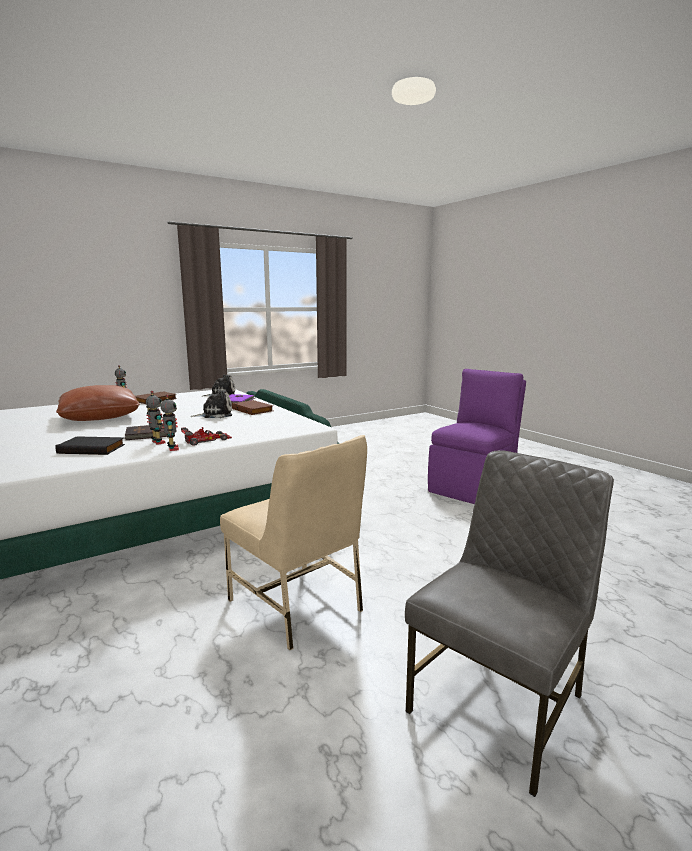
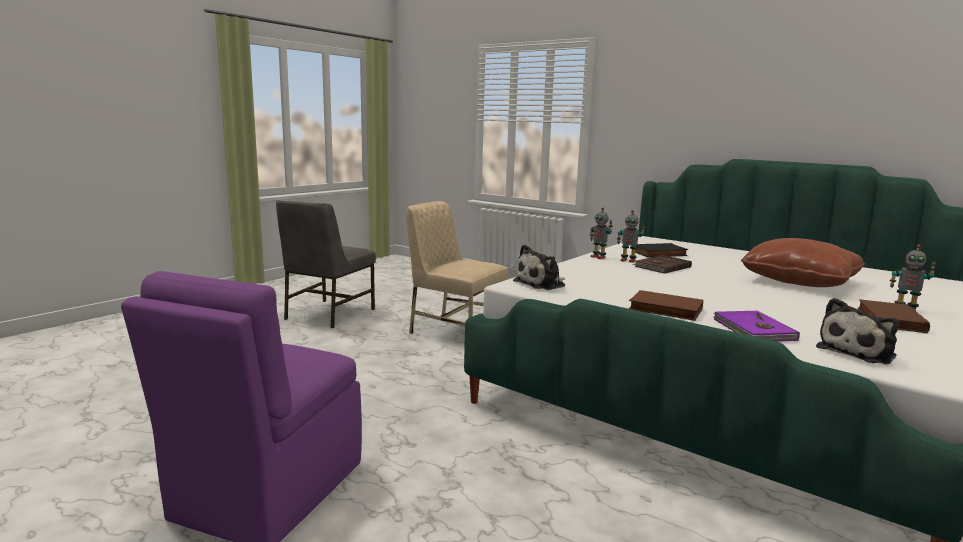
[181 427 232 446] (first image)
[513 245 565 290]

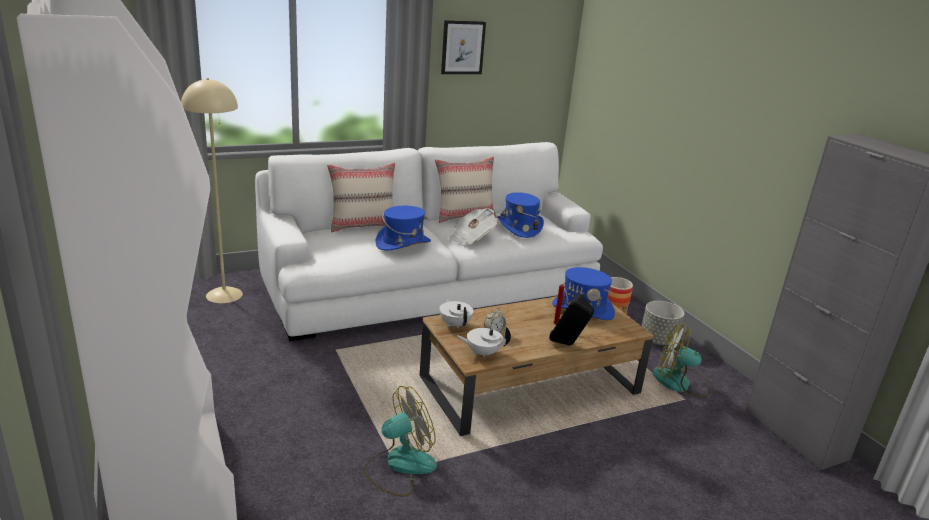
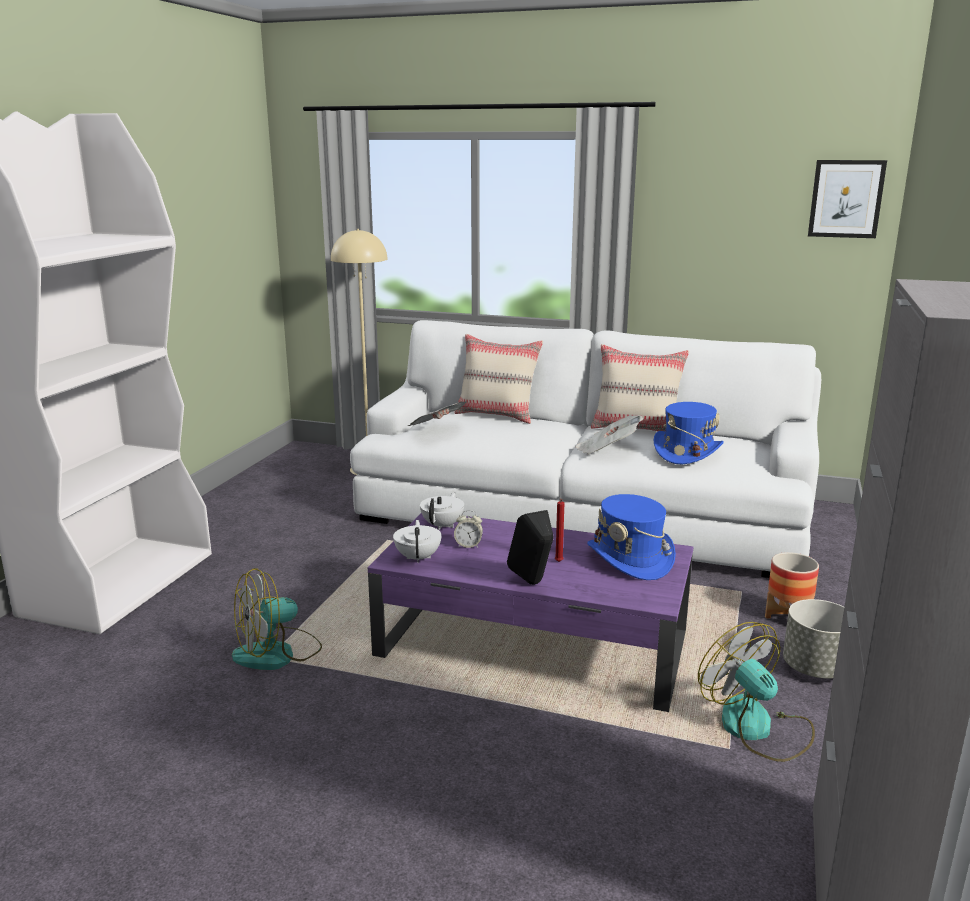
[232 568 322 670]
[375 206 431 251] (first image)
[368 513 693 712]
[808 160 887 238]
[393 520 441 563]
[408 401 467 426]

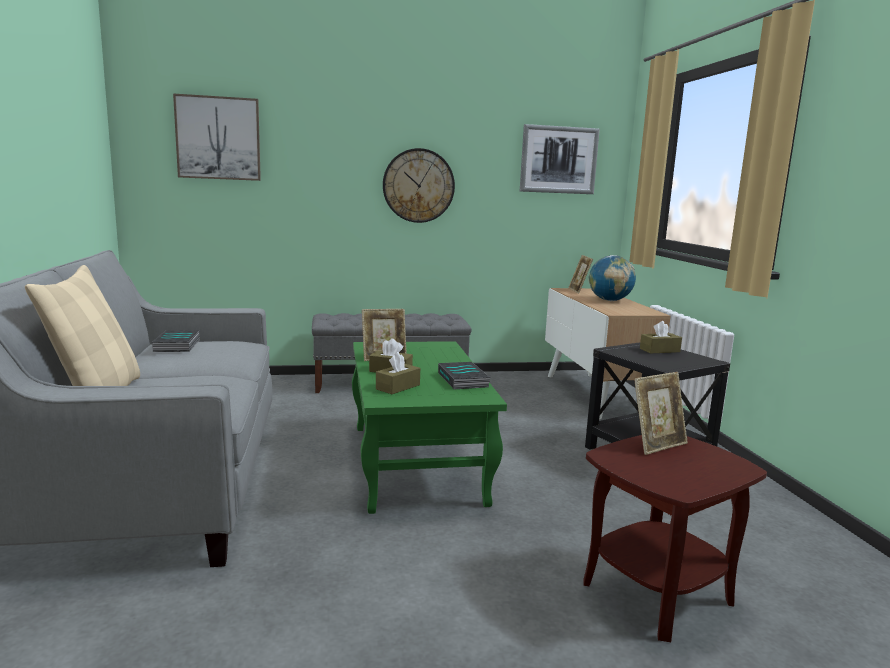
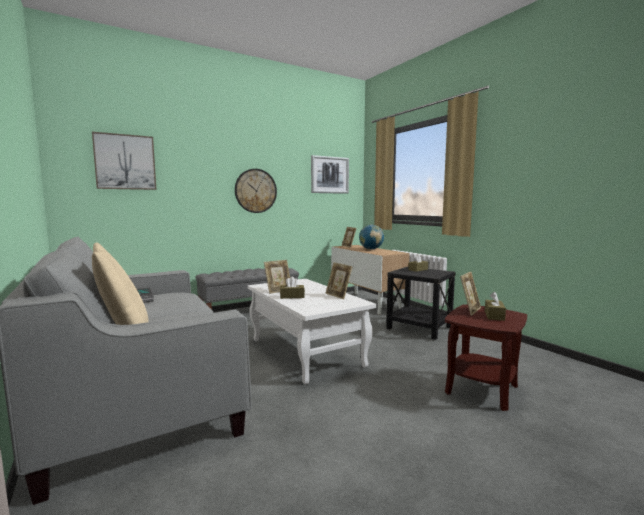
[248 279 376 385]
[485 292 506 321]
[325 262 353 299]

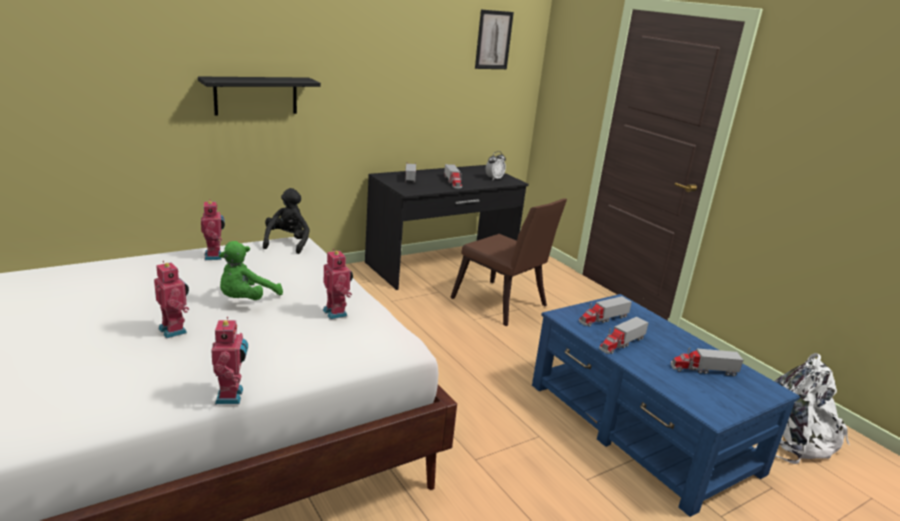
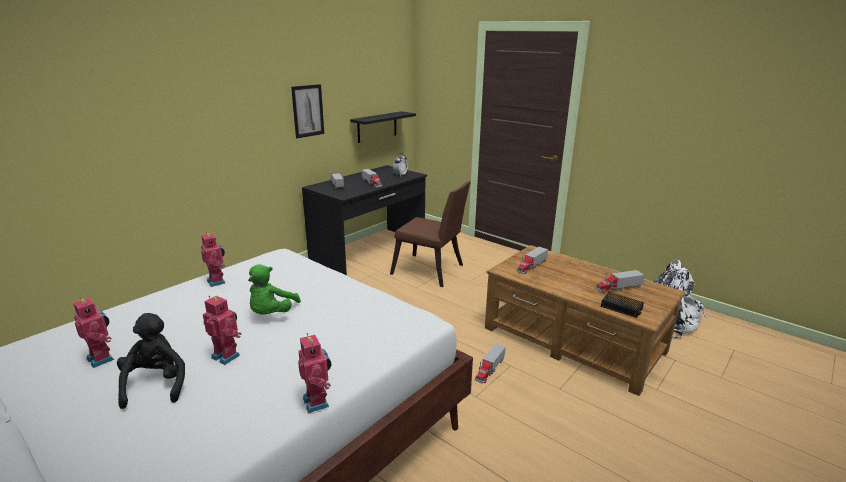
[350 111 416 143]
[117 313 185 409]
[73 297 114 368]
[291 84 324 138]
[485 245 685 396]
[475 344 505 383]
[601 292 644 318]

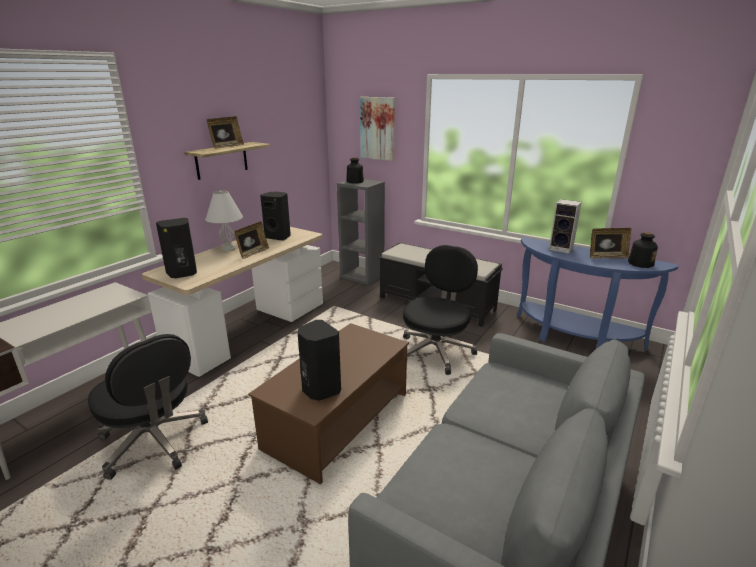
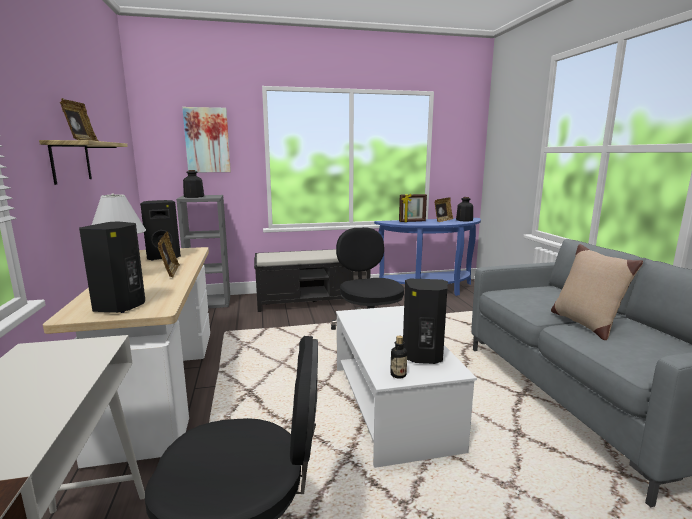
[336 306 477 468]
[399 194 427 222]
[390 336 407 379]
[551 244 643 340]

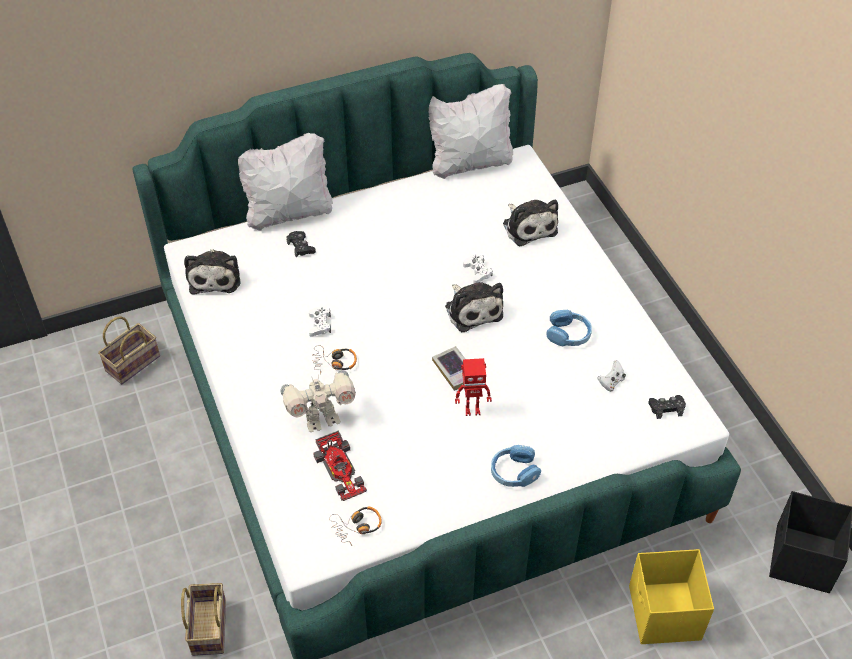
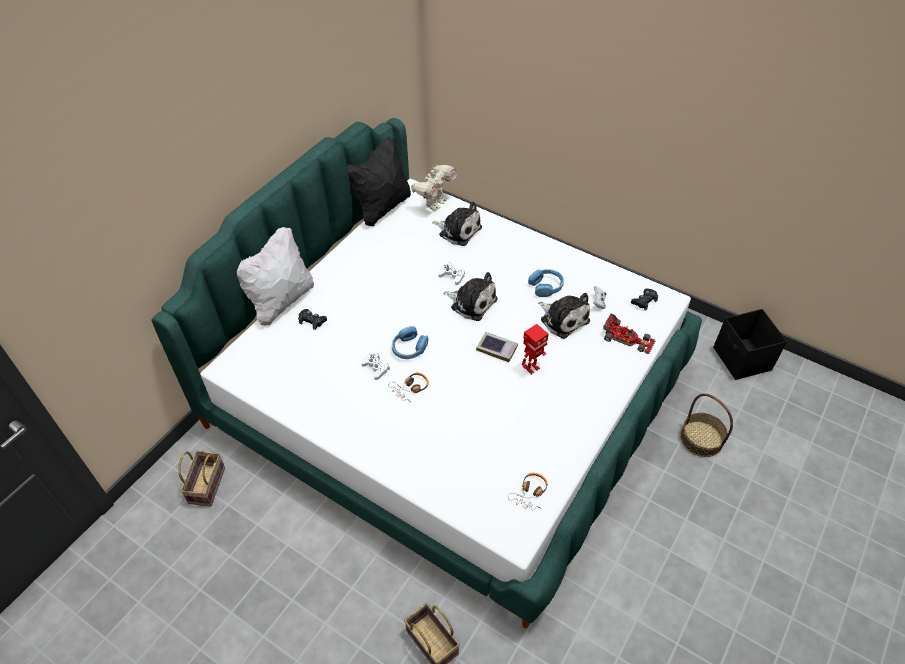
[538 293 590 339]
[411 165 457 211]
[603 314 655 354]
[347 136 411 226]
[392 326 428 359]
[680 393 733 457]

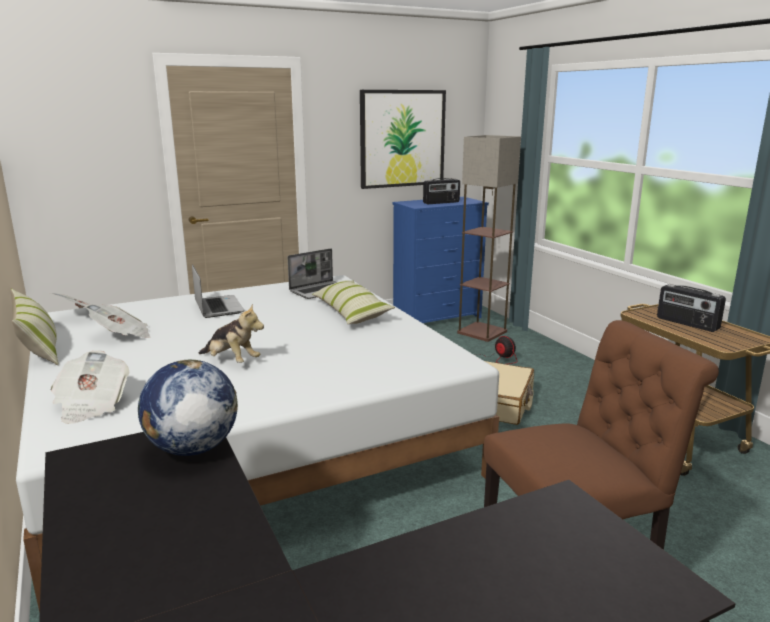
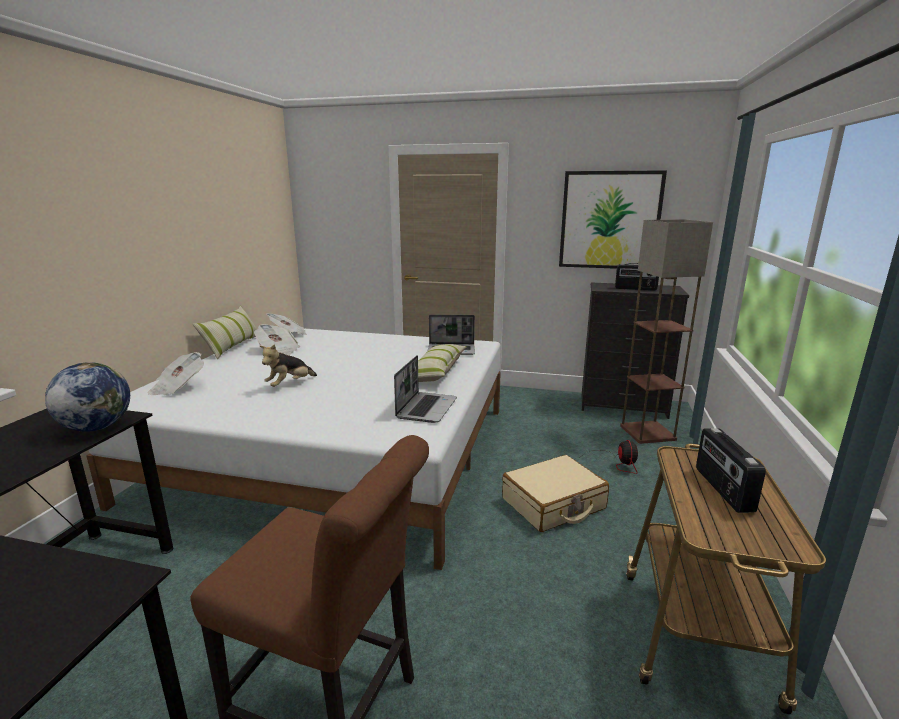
[394 355 457 423]
[260 344 317 387]
[582 282 689 419]

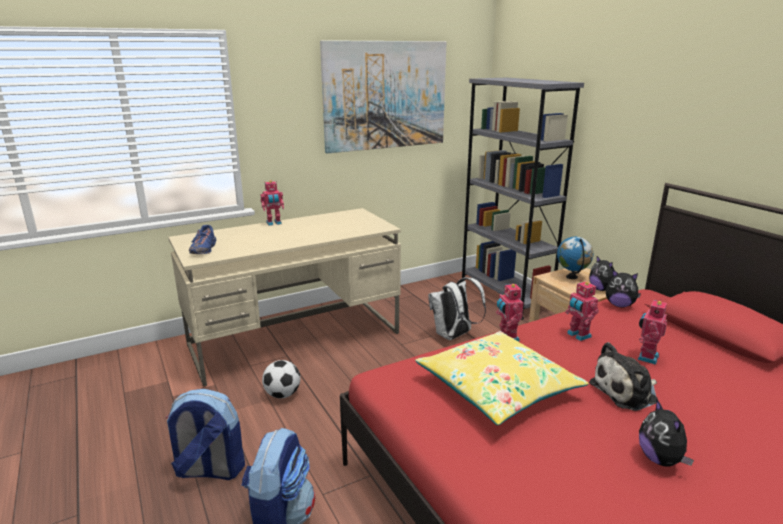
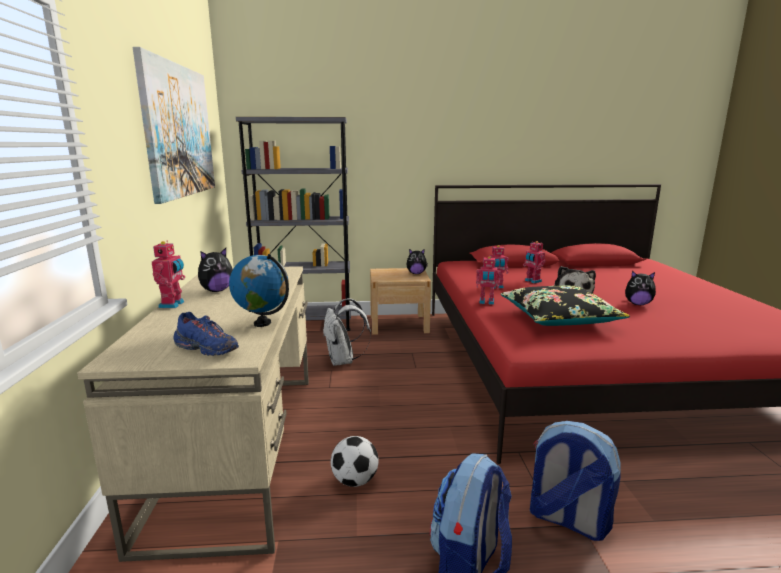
[501 285 630 326]
[229 254 289 327]
[198 248 233 292]

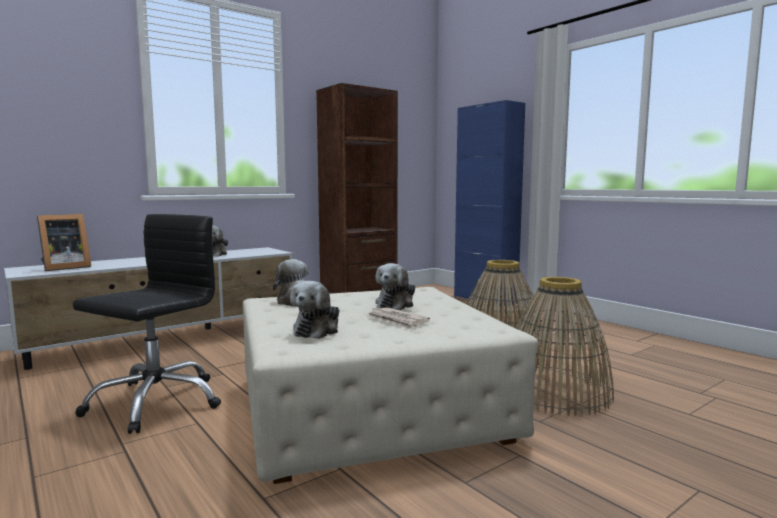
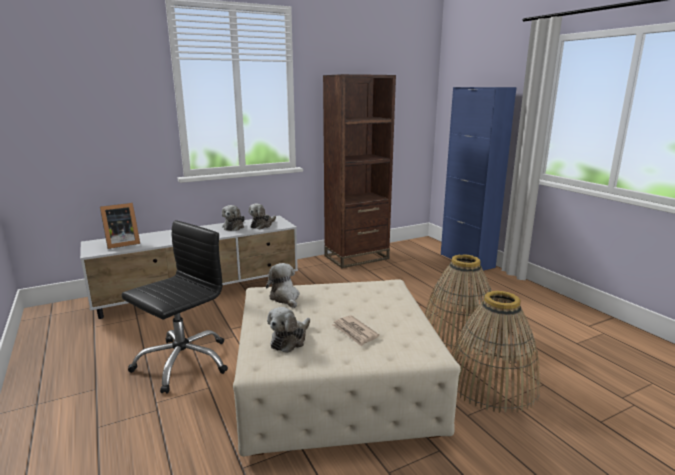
[248 203 276 229]

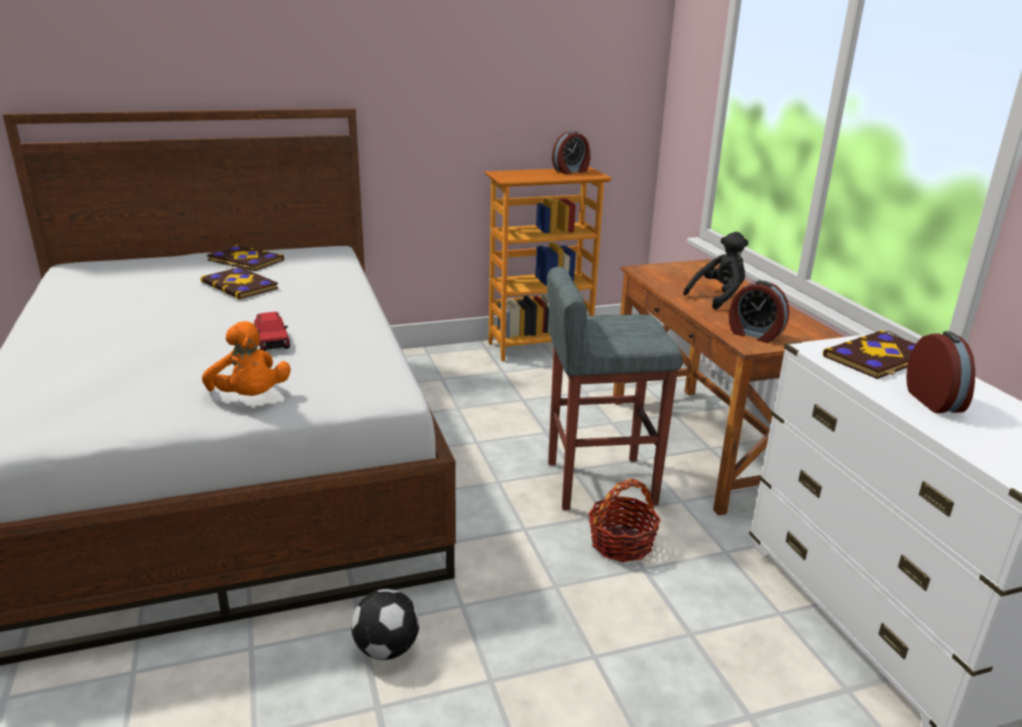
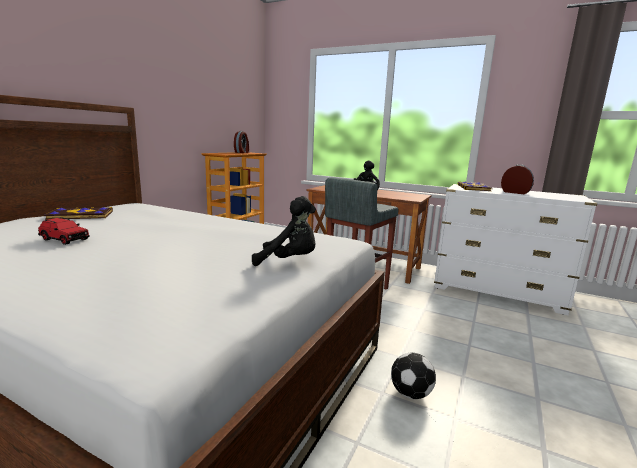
[200 267 279 300] (first image)
[252 196 316 266]
[38 217 90 245]
[588 479 661 562] (first image)
[729 280 789 343] (first image)

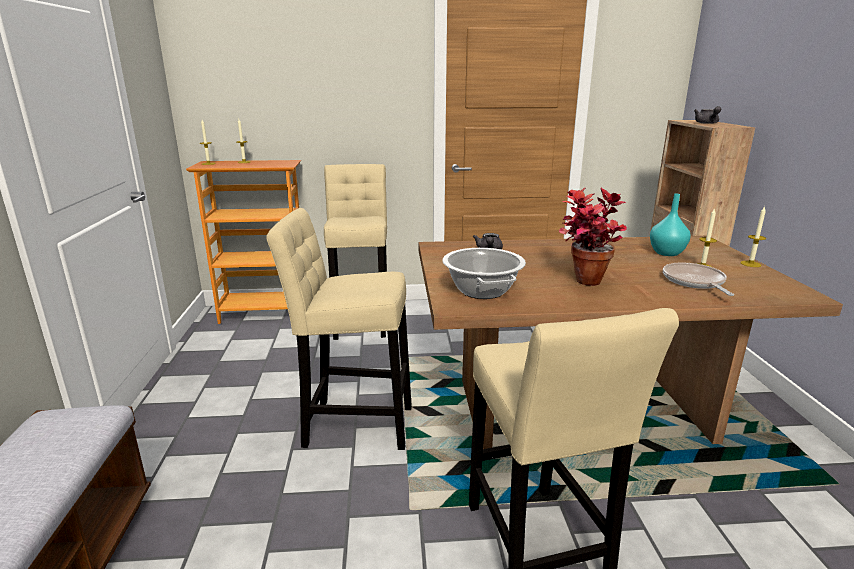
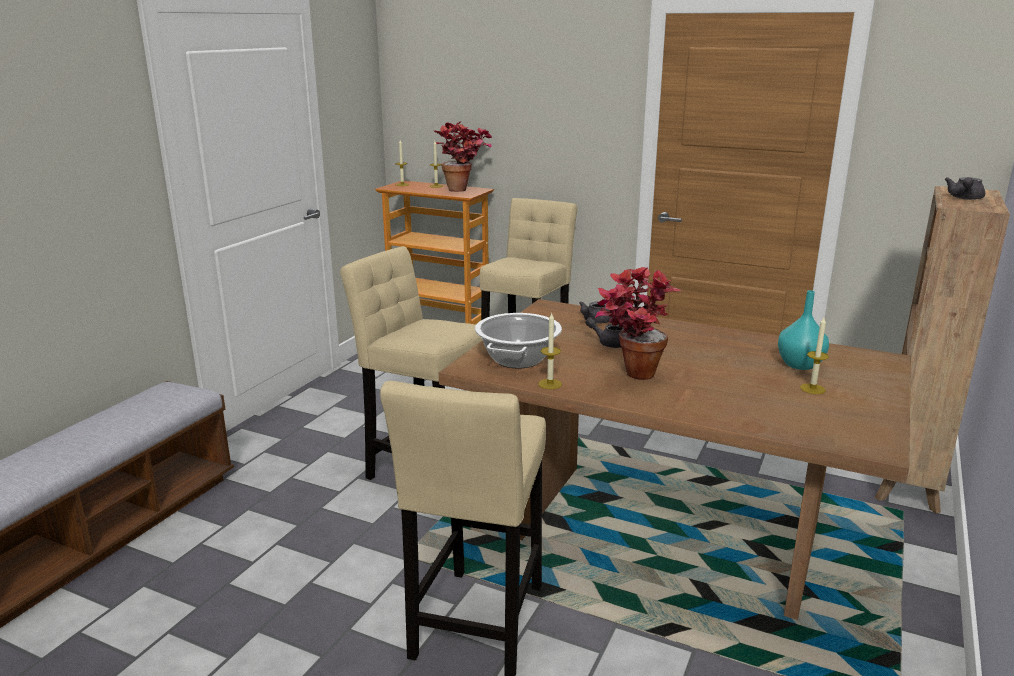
[663 263 734 296] (first image)
[538 313 562 389]
[434 121 492 192]
[585 317 624 348]

